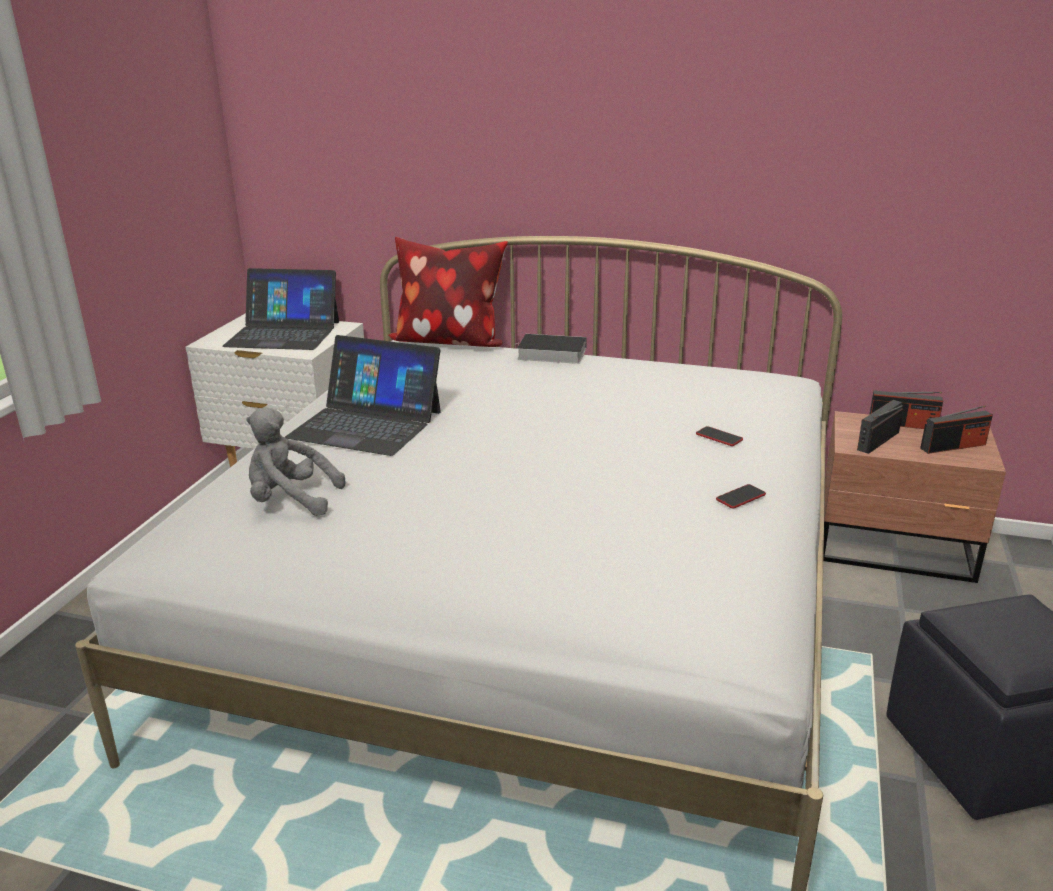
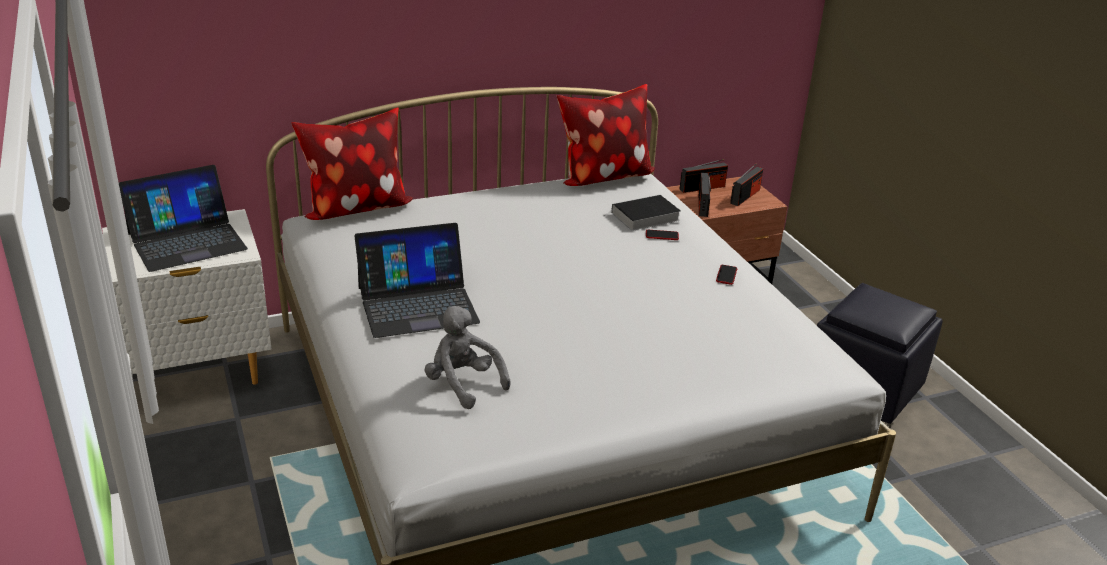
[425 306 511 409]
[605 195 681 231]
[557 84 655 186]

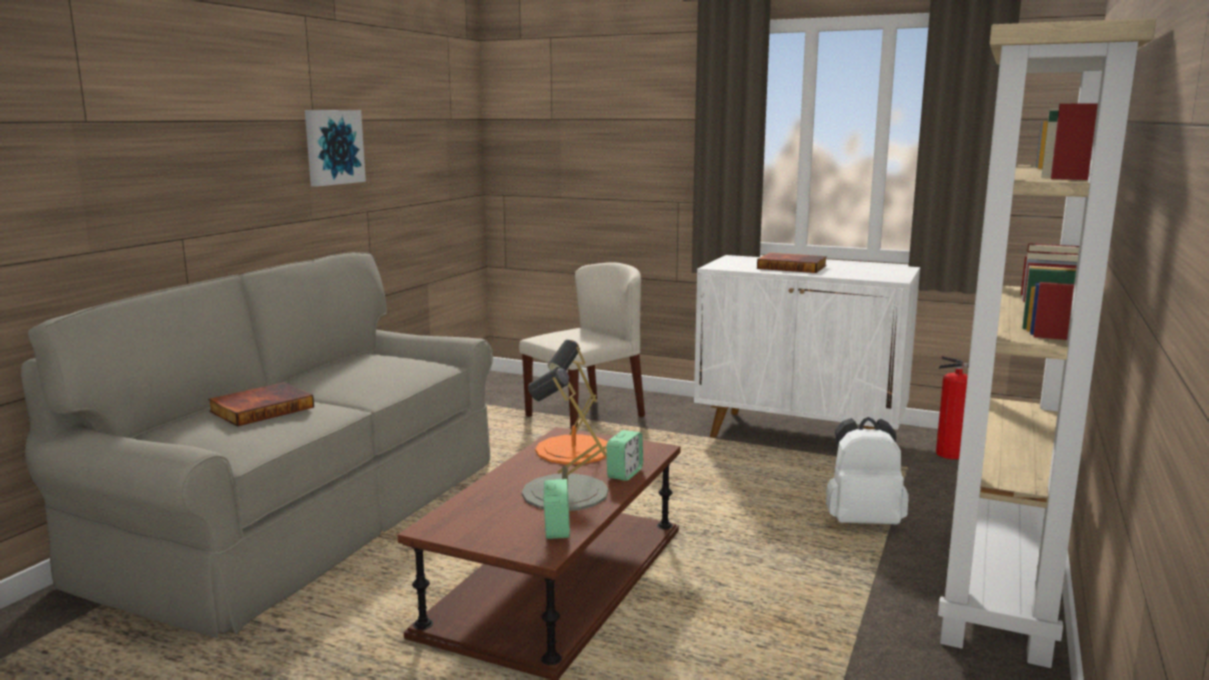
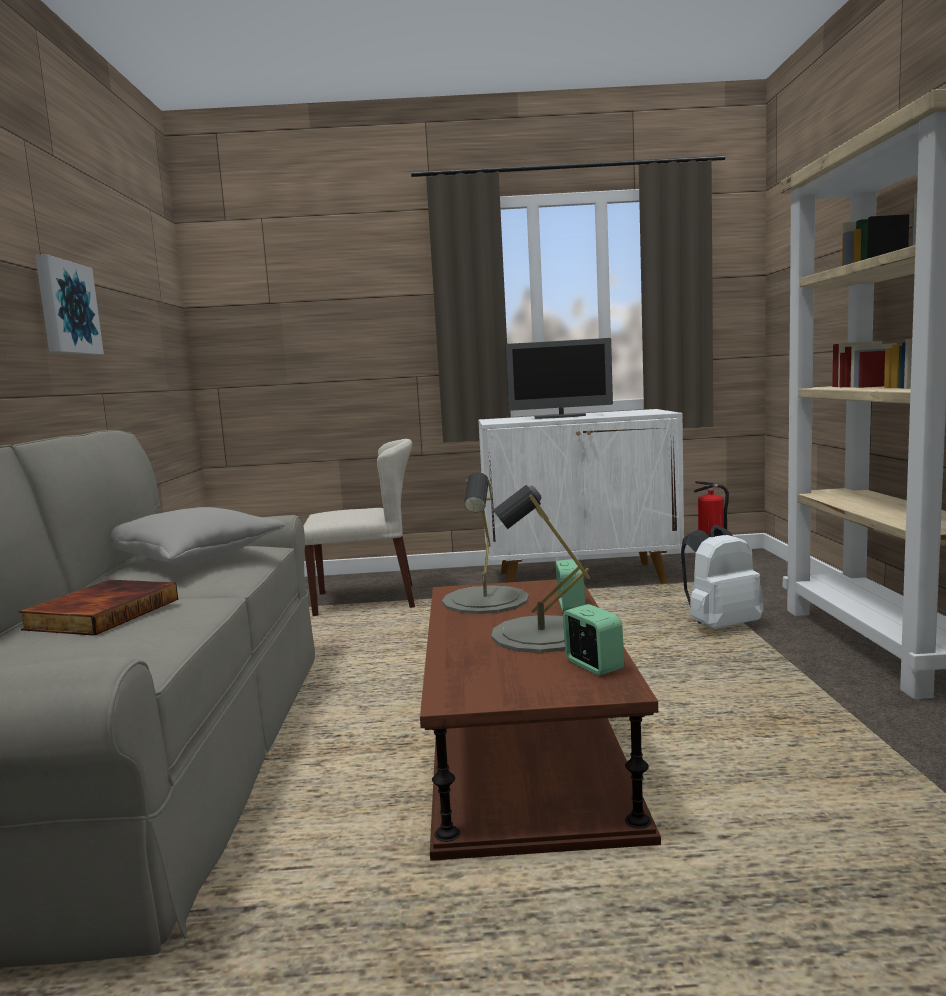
[303 439 415 616]
[442 472 529 614]
[505 338 613 419]
[110 507 285 564]

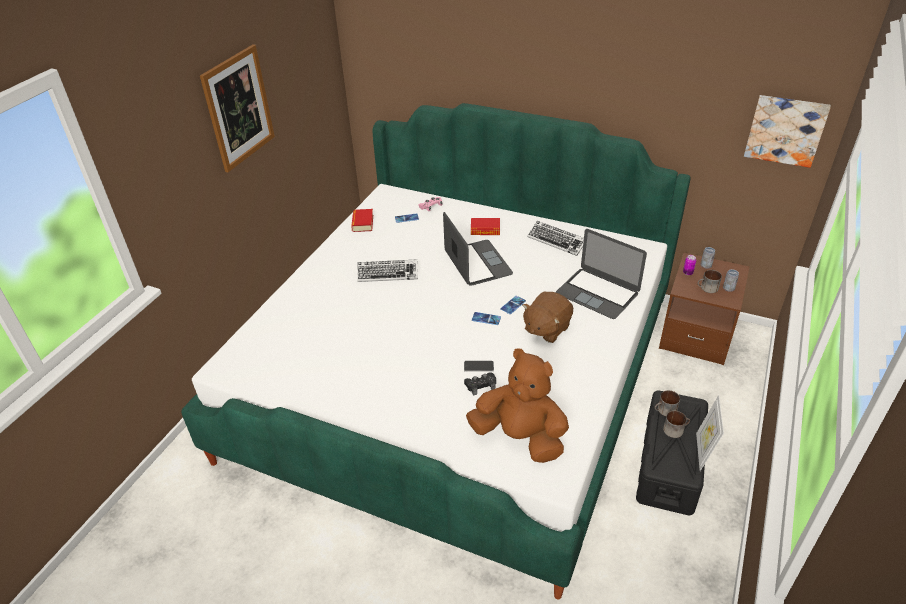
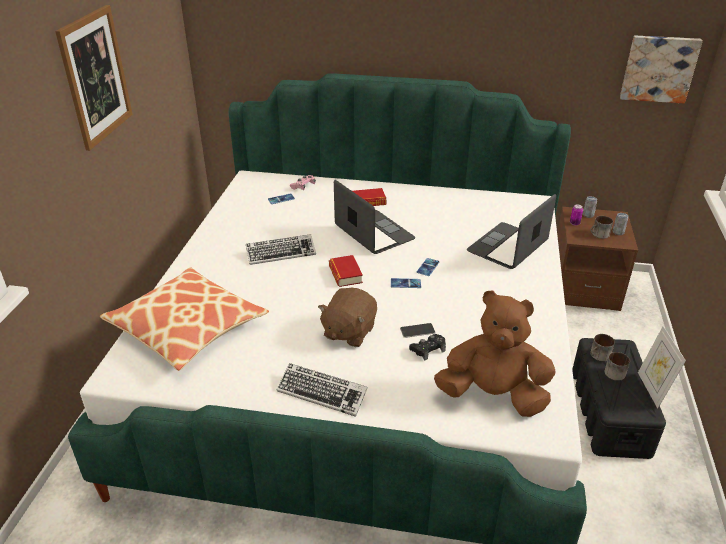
[329 255 363 287]
[318 287 377 347]
[276 363 368 417]
[467 194 556 269]
[100 267 269 371]

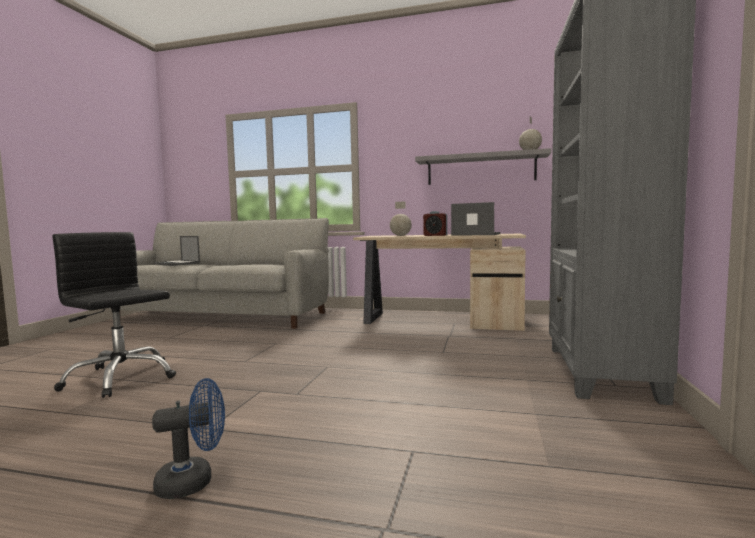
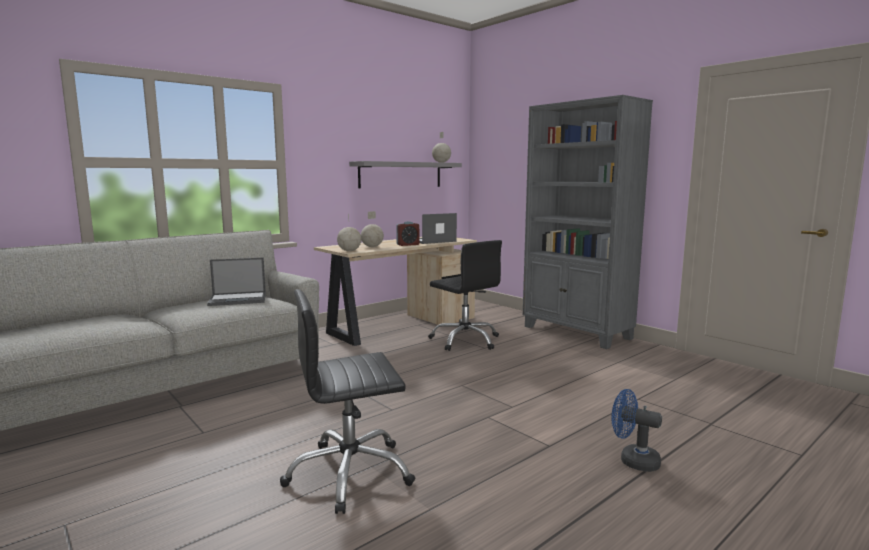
[612 389 662 472]
[207 258 266 306]
[337 213 362 251]
[428 240 502 351]

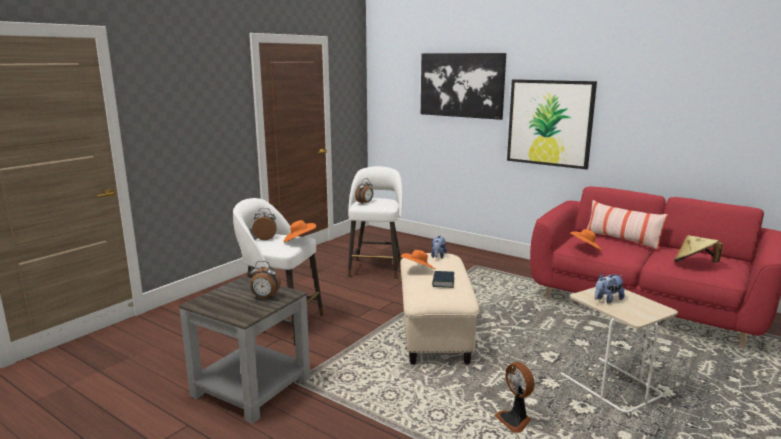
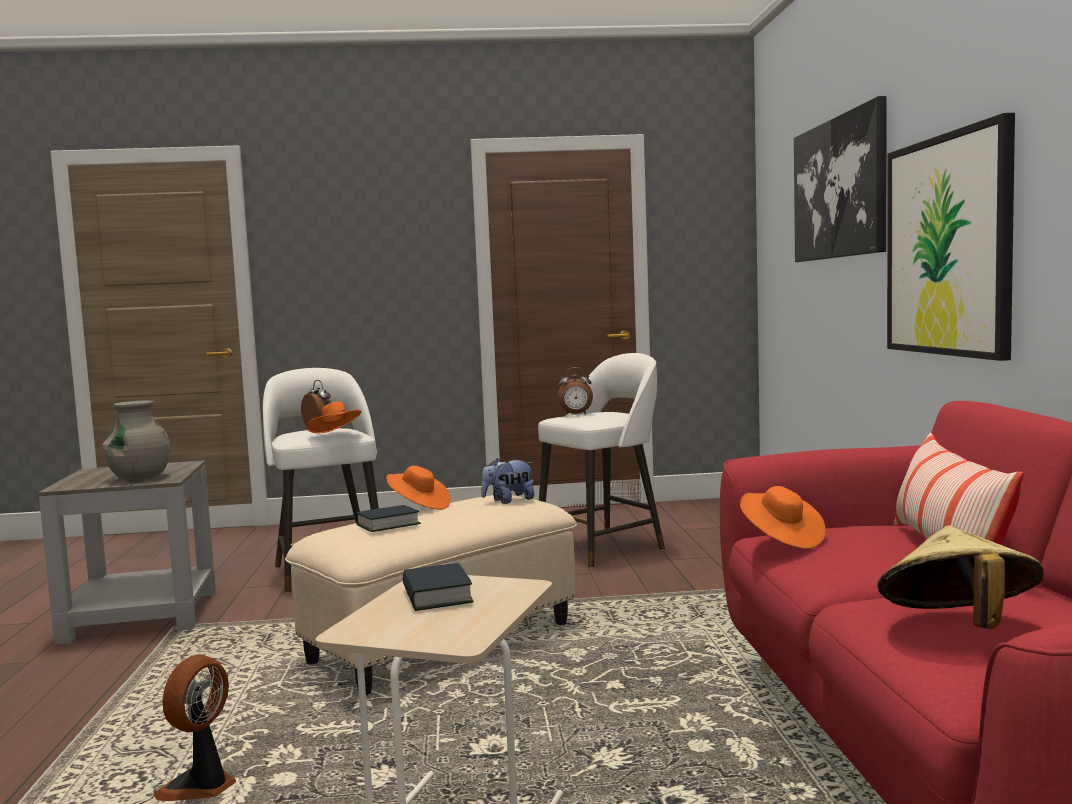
[102 400 170 480]
[402 563 474 611]

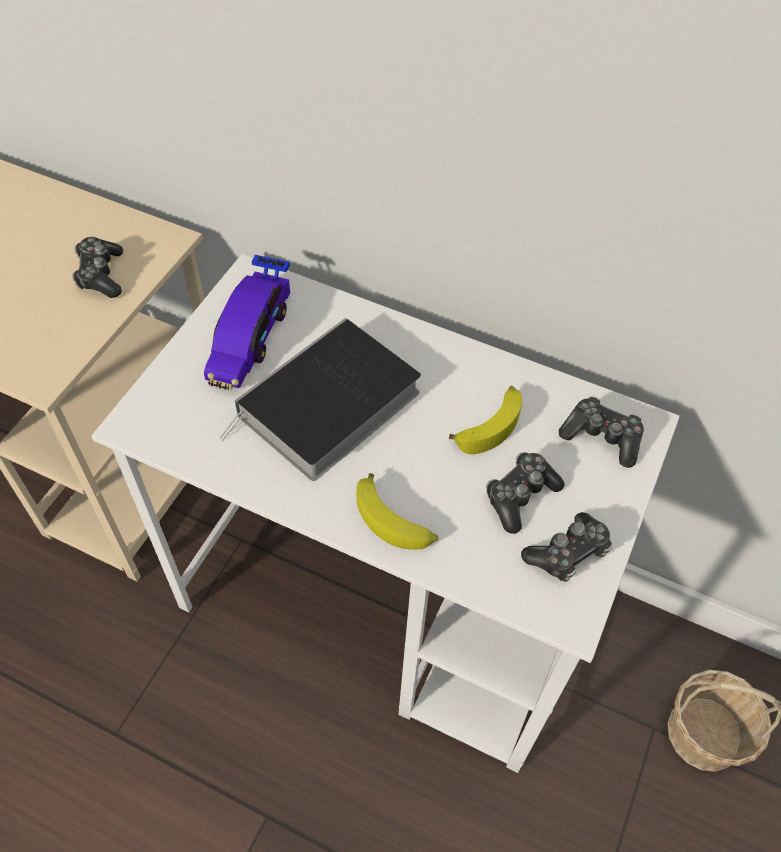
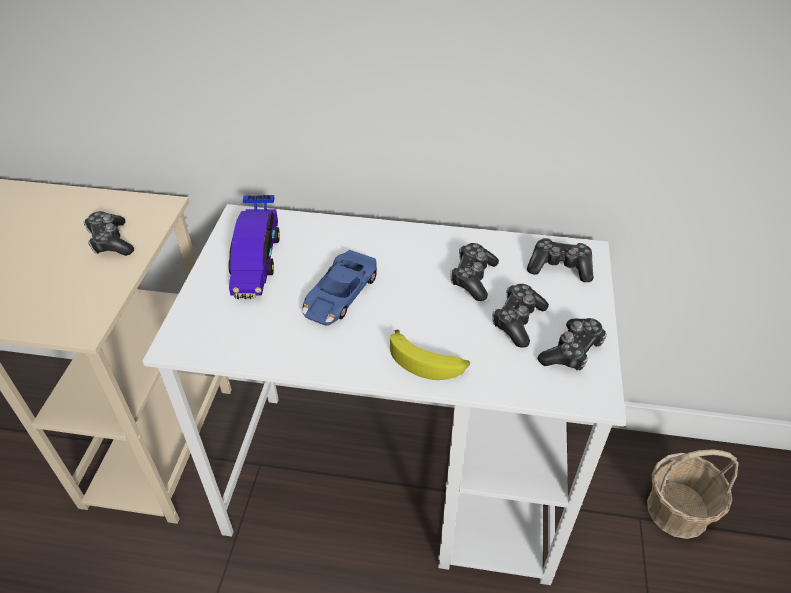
[302 250 377 325]
[450 243 499 301]

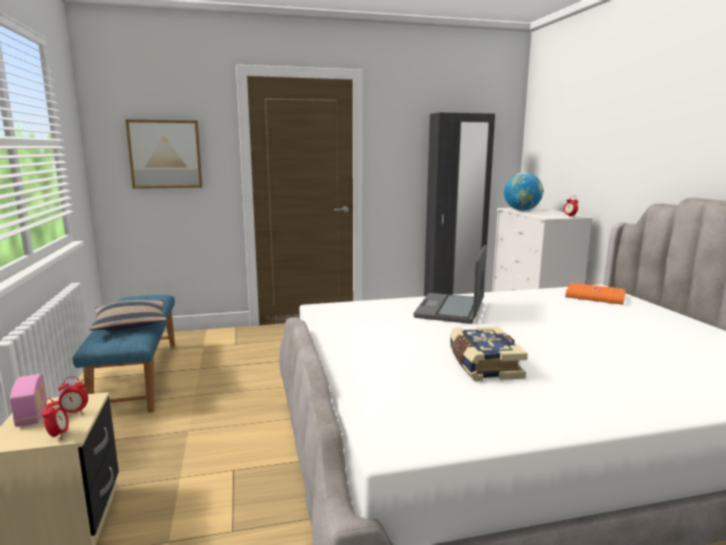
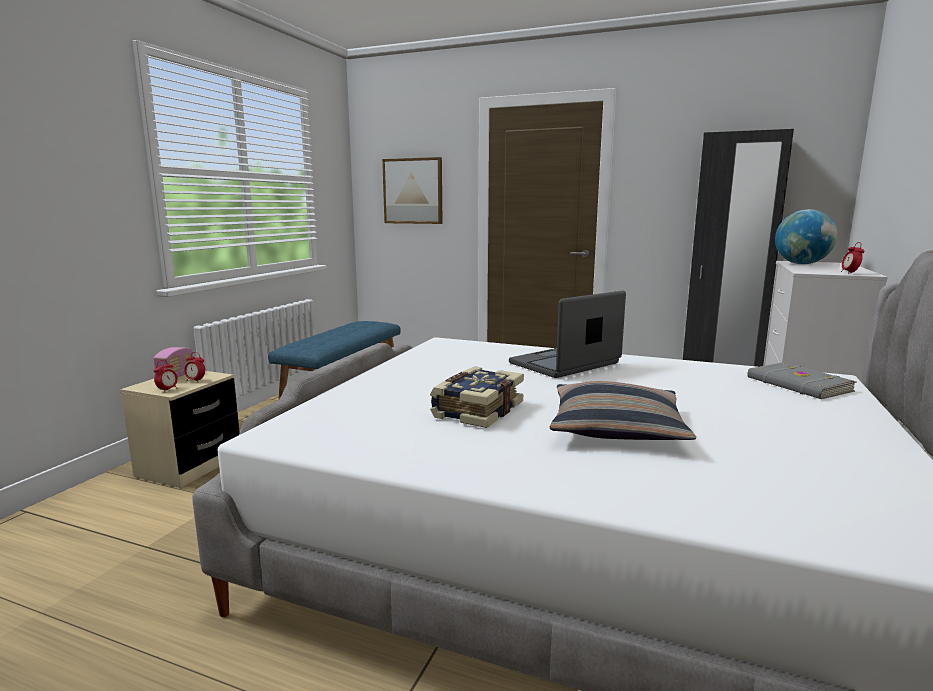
[550 381 697 440]
[747 362 856 399]

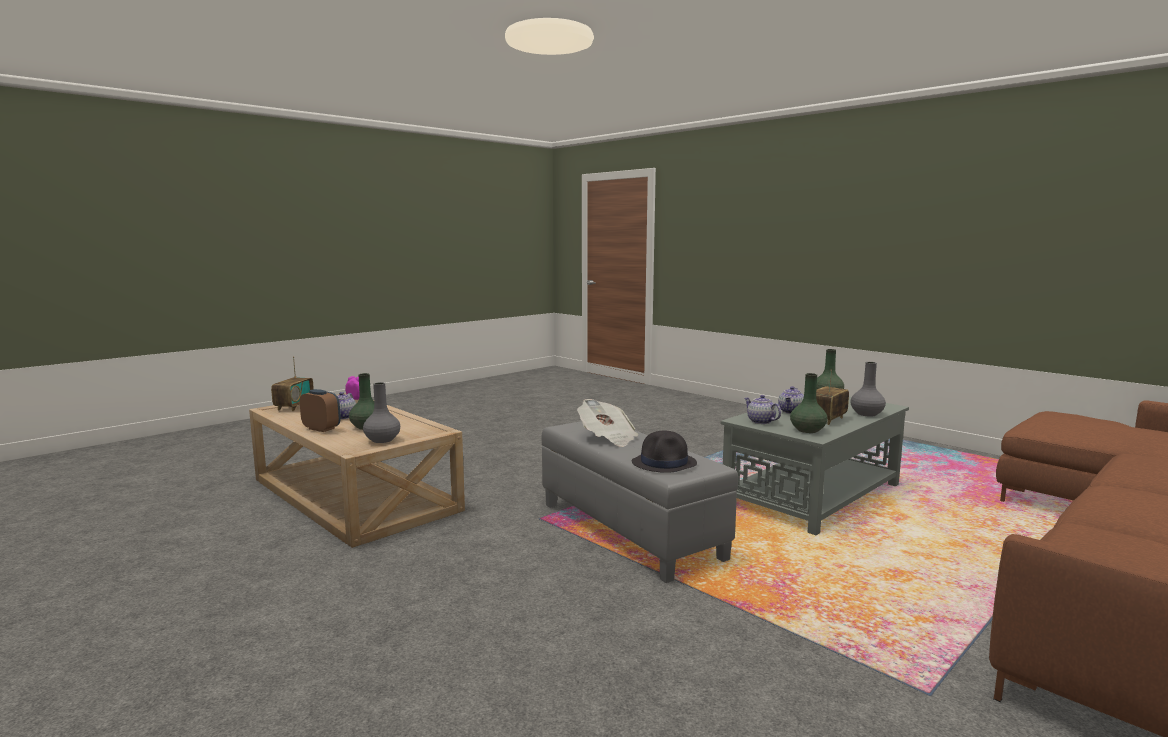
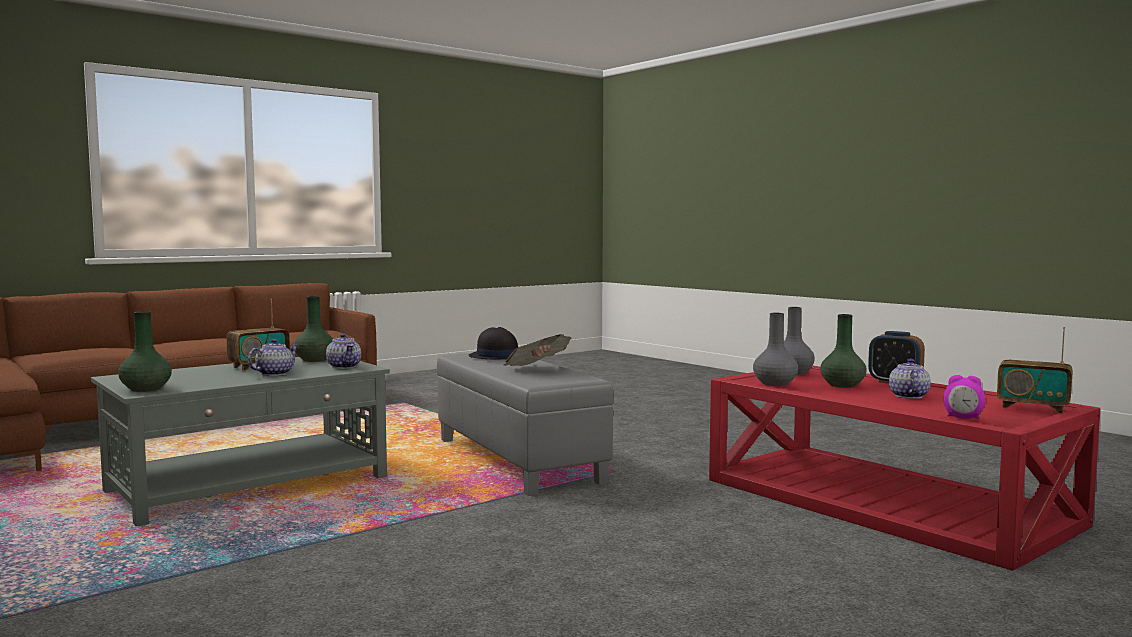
[709 366 1100 571]
[997 327 1073 414]
[753 313 798 386]

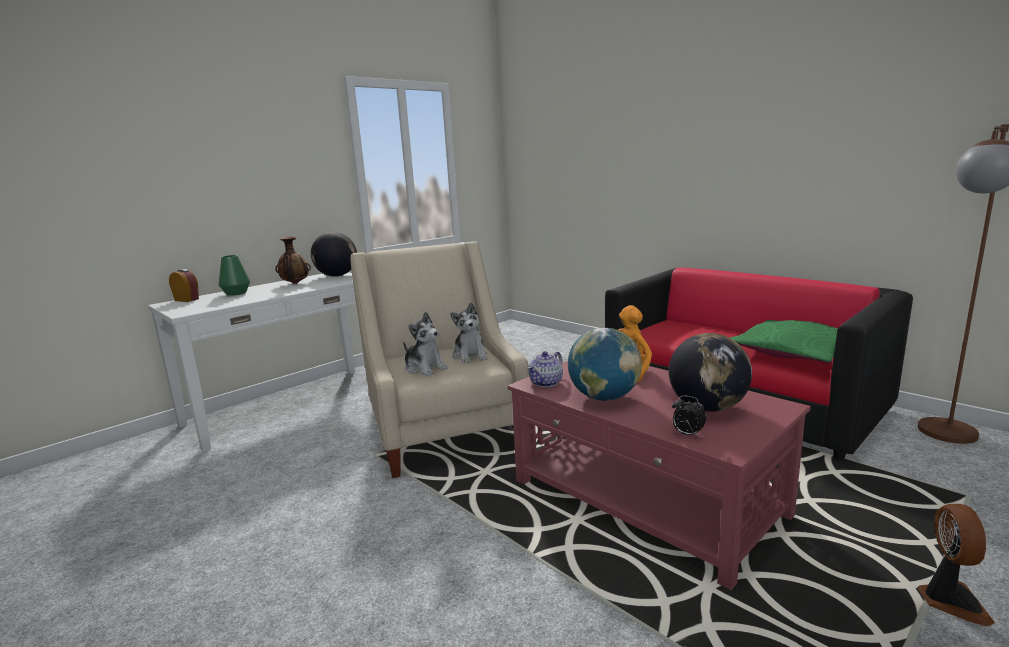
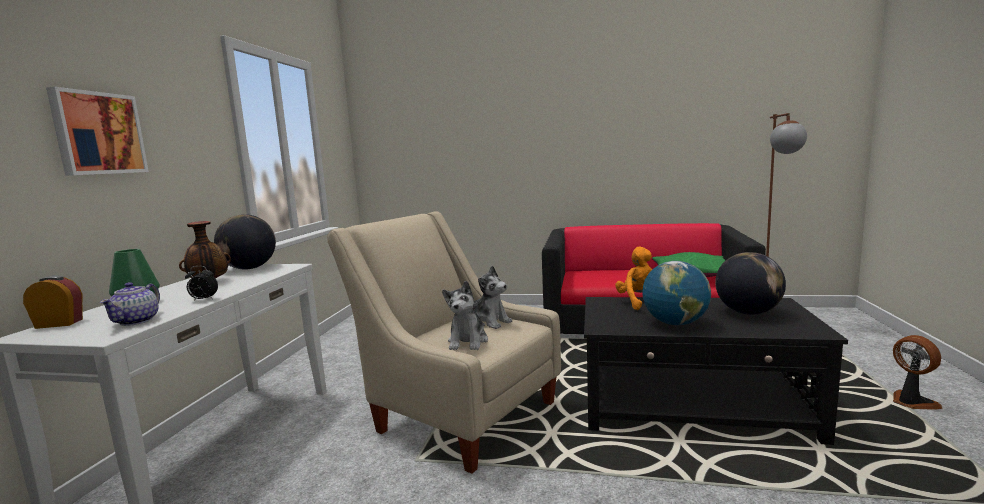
[442 281 488 350]
[584 297 848 445]
[100 282 160 326]
[185 266 218 301]
[46 87 149 176]

